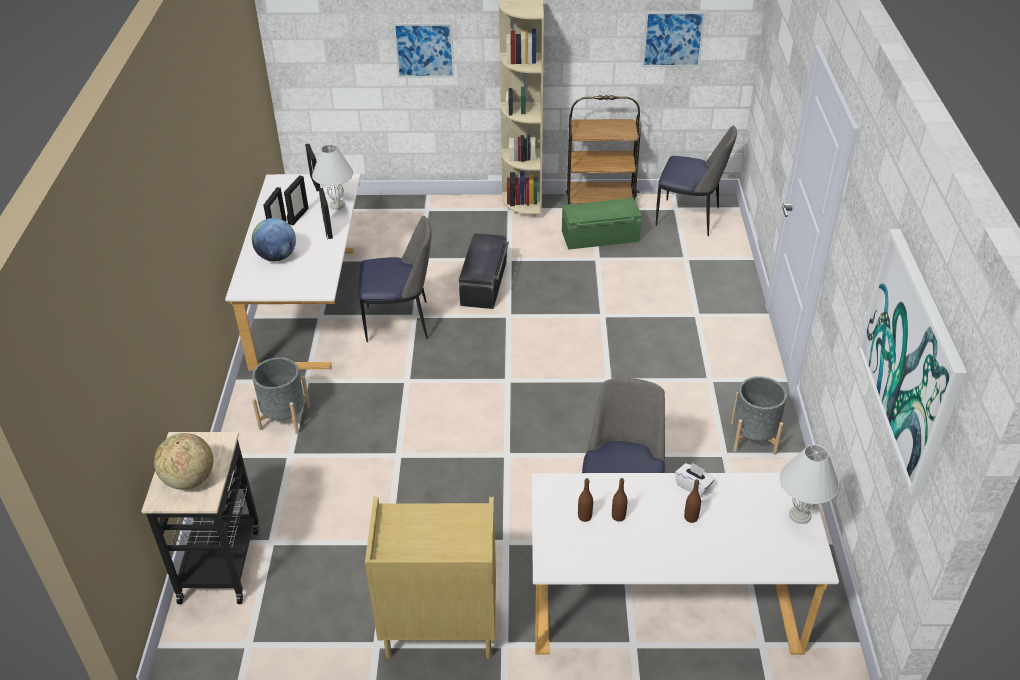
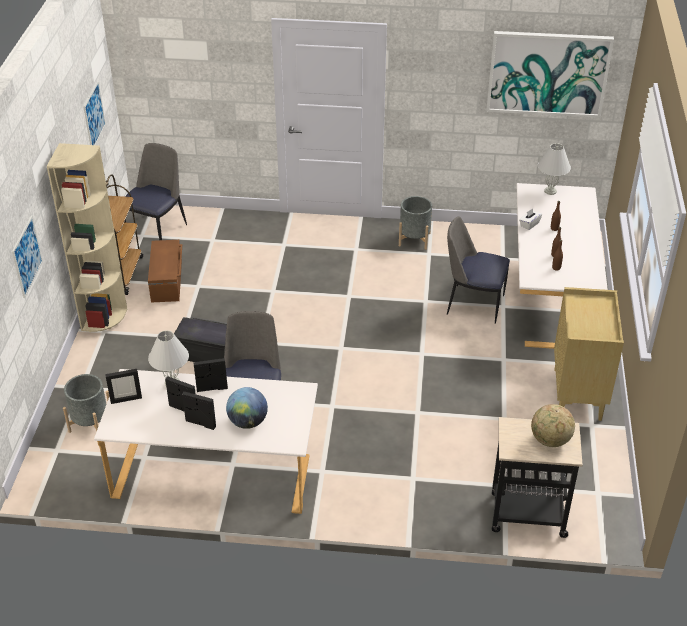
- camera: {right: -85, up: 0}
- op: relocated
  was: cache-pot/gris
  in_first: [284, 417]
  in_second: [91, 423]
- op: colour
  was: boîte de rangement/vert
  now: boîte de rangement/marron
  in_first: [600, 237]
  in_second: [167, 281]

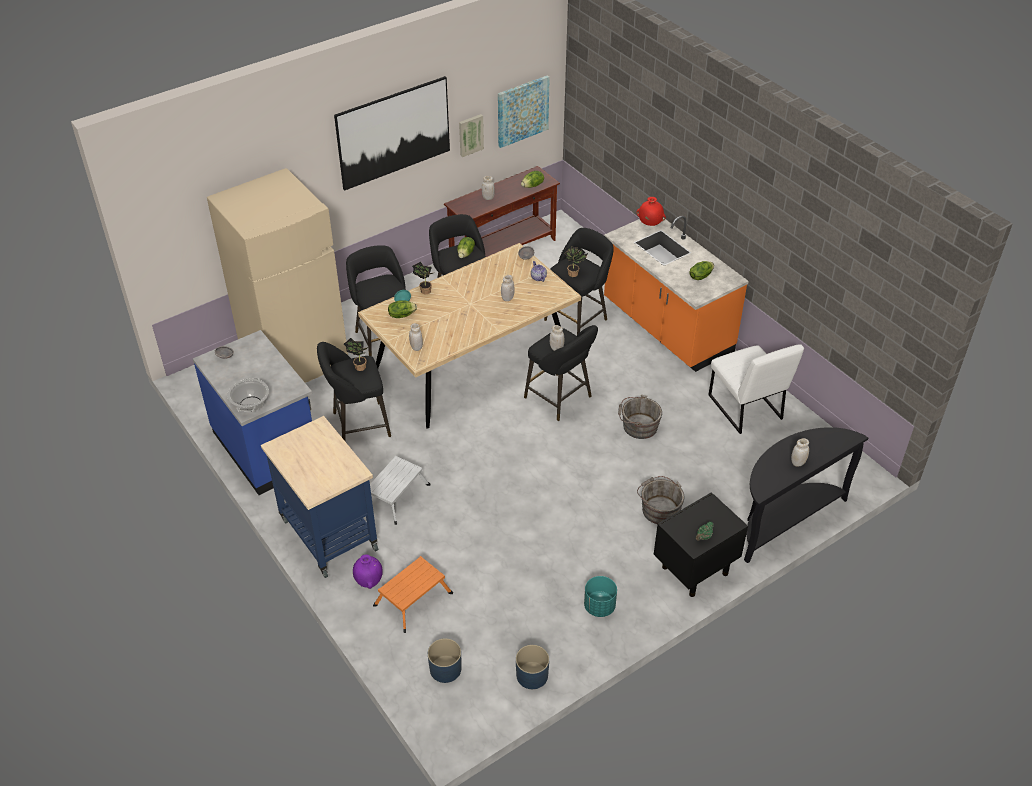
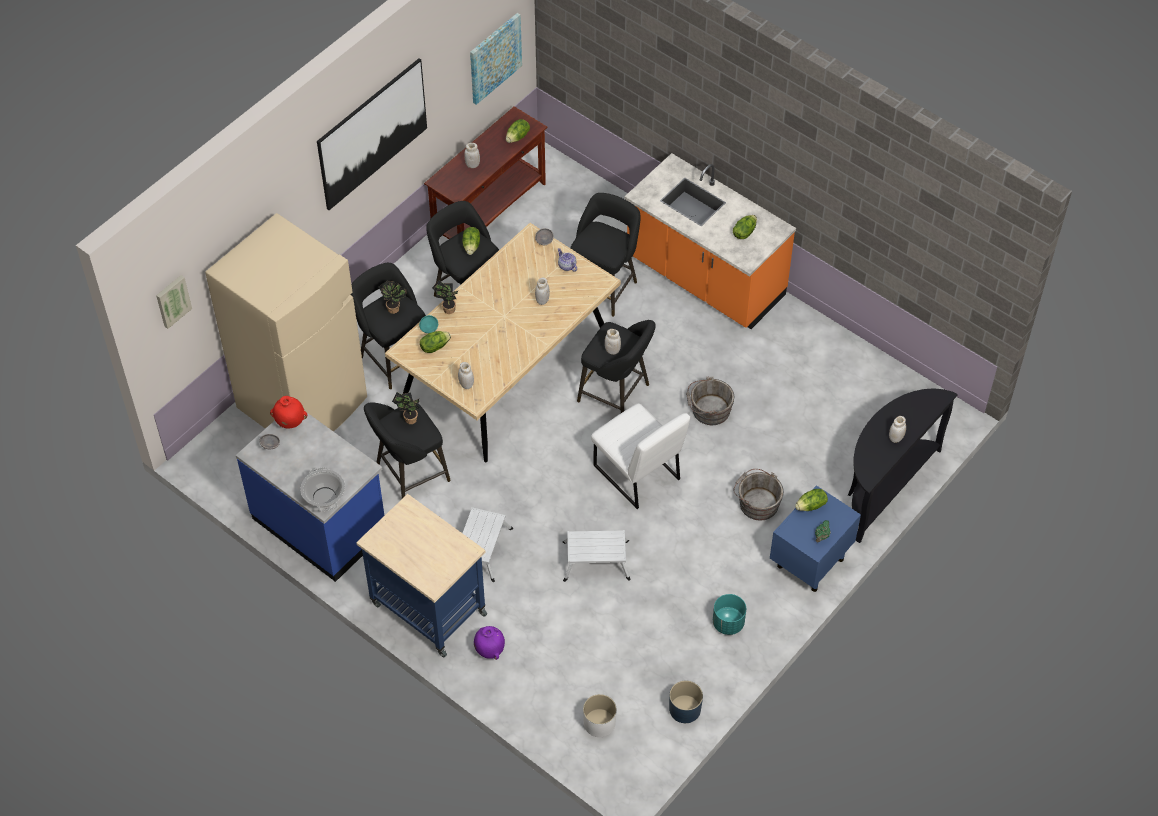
- camera: {right: -15, up: 10}
- op: missing
  was: escabeau/orange
  in_first: [412, 599]
- op: colour
  was: cache-pot/bleu
  now: cache-pot/blanc
  in_first: [445, 669]
  in_second: [599, 723]
- op: relocated
  was: tableau
  in_first: [470, 135]
  in_second: [172, 300]
- op: relocated
  was: plante en pot
  in_first: [574, 274]
  in_second: [395, 308]
- op: relocated
  was: vase/rouge
  in_first: [649, 224]
  in_second: [290, 422]
- op: colour
  was: table de chevet/noir
  now: table de chevet/bleu
  in_first: [694, 571]
  in_second: [809, 563]
- op: relocated
  was: chaise/blanc
  in_first: [746, 408]
  in_second: [638, 474]
- op: appeared
  now: escabeau/blanc
  in_second: [595, 560]
- op: appeared
  now: laitue
  in_second: [811, 506]

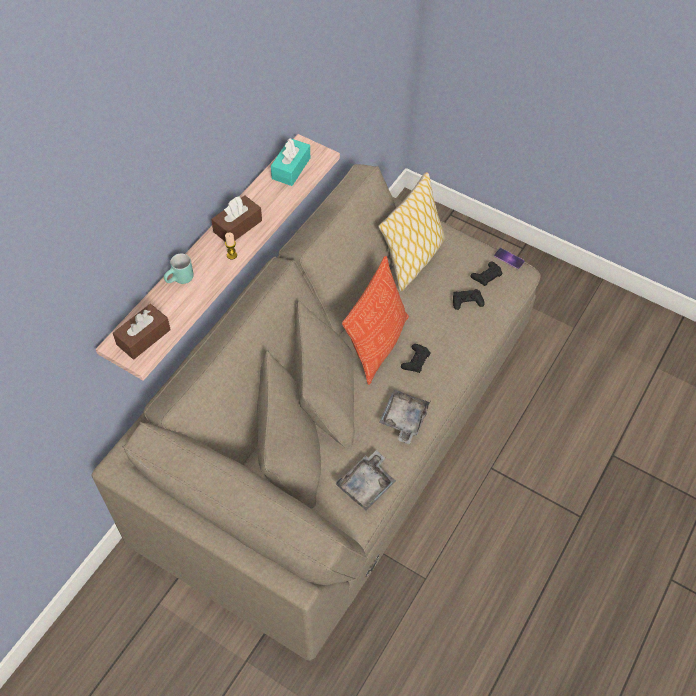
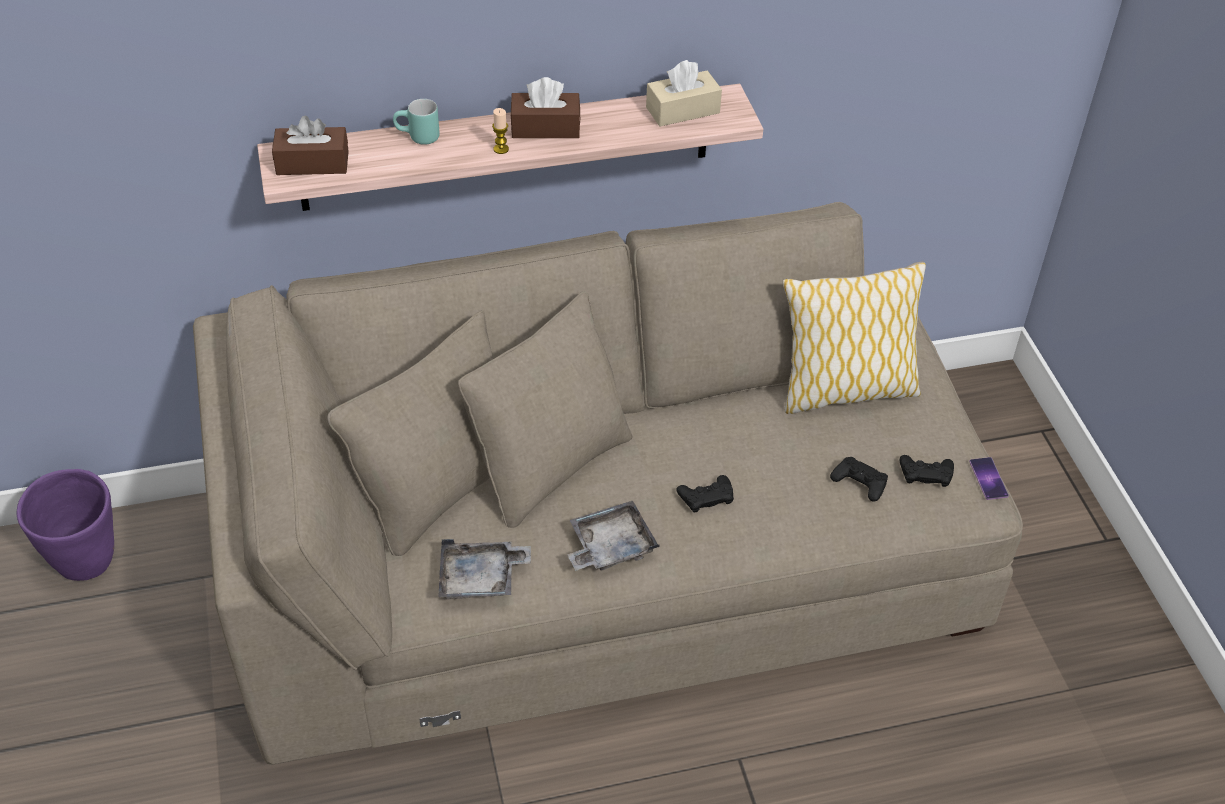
- camera: {right: 45, up: -10}
- op: colour
  was: boîte à mouchoirs/turquoise
  now: boîte à mouchoirs/beige
  in_first: [291, 168]
  in_second: [682, 110]
- op: missing
  was: coussin/orange
  in_first: [376, 345]
- op: appeared
  now: cache-pot/violet
  in_second: [85, 563]

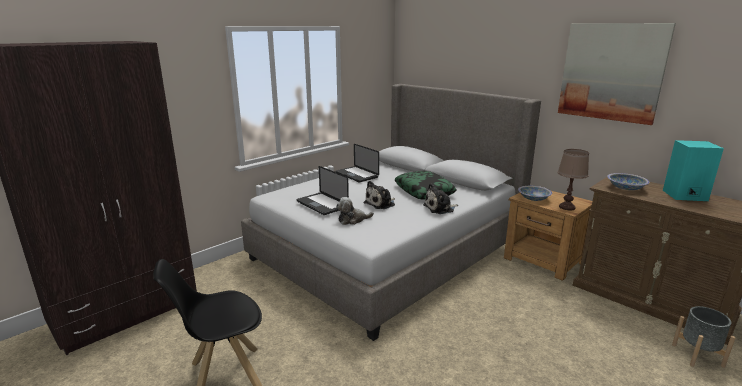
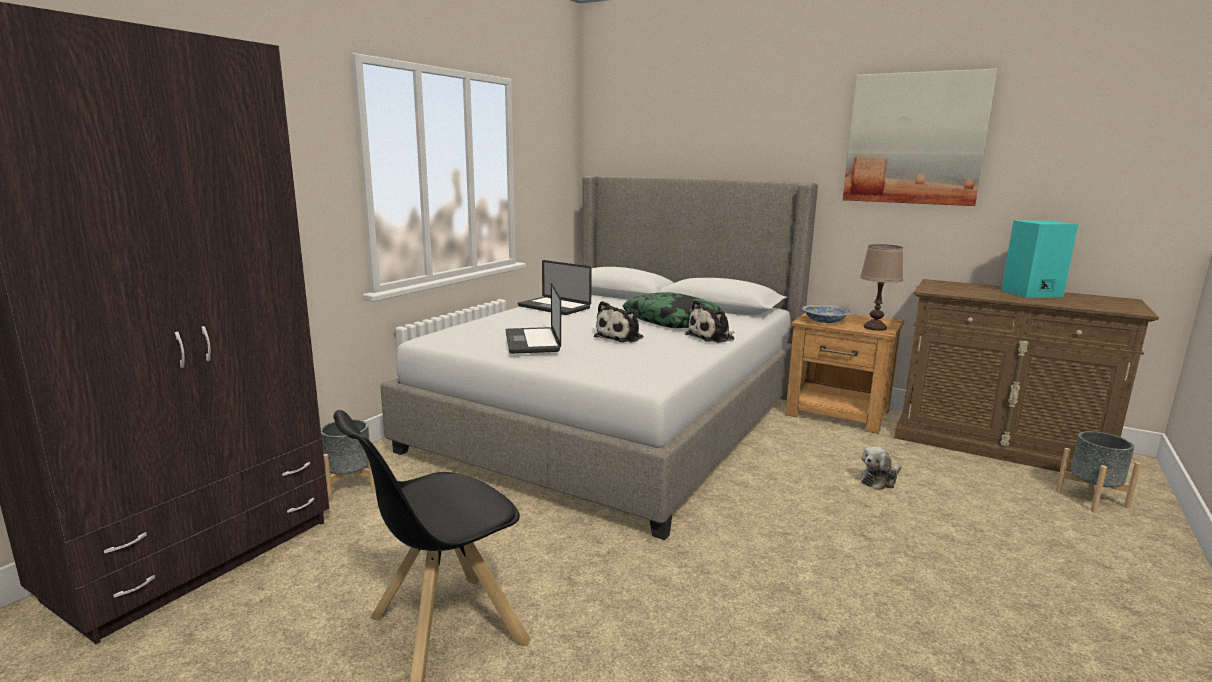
- camera: {right: -15, up: -5}
- op: spun
  was: ordinateur portable
  in_first: [322, 204]
  in_second: [532, 342]
  clockwise: 45
- op: relocated
  was: peluche
  in_first: [352, 220]
  in_second: [879, 480]
- op: missing
  was: bol
  in_first: [625, 188]
- op: appeared
  now: cache-pot/gris
  in_second: [350, 486]

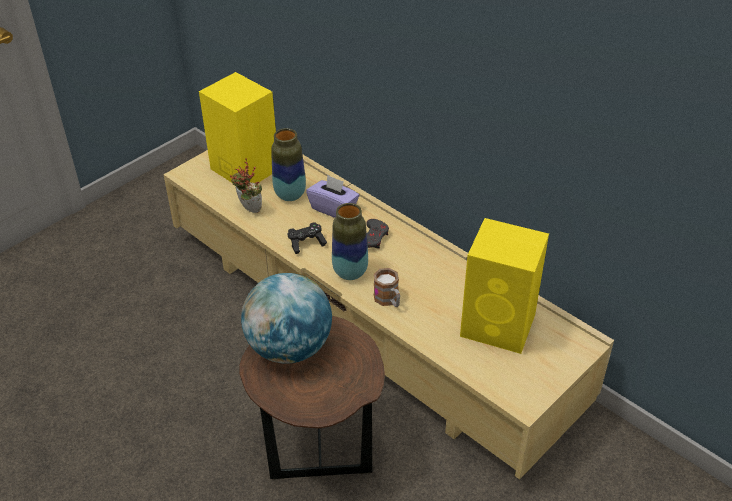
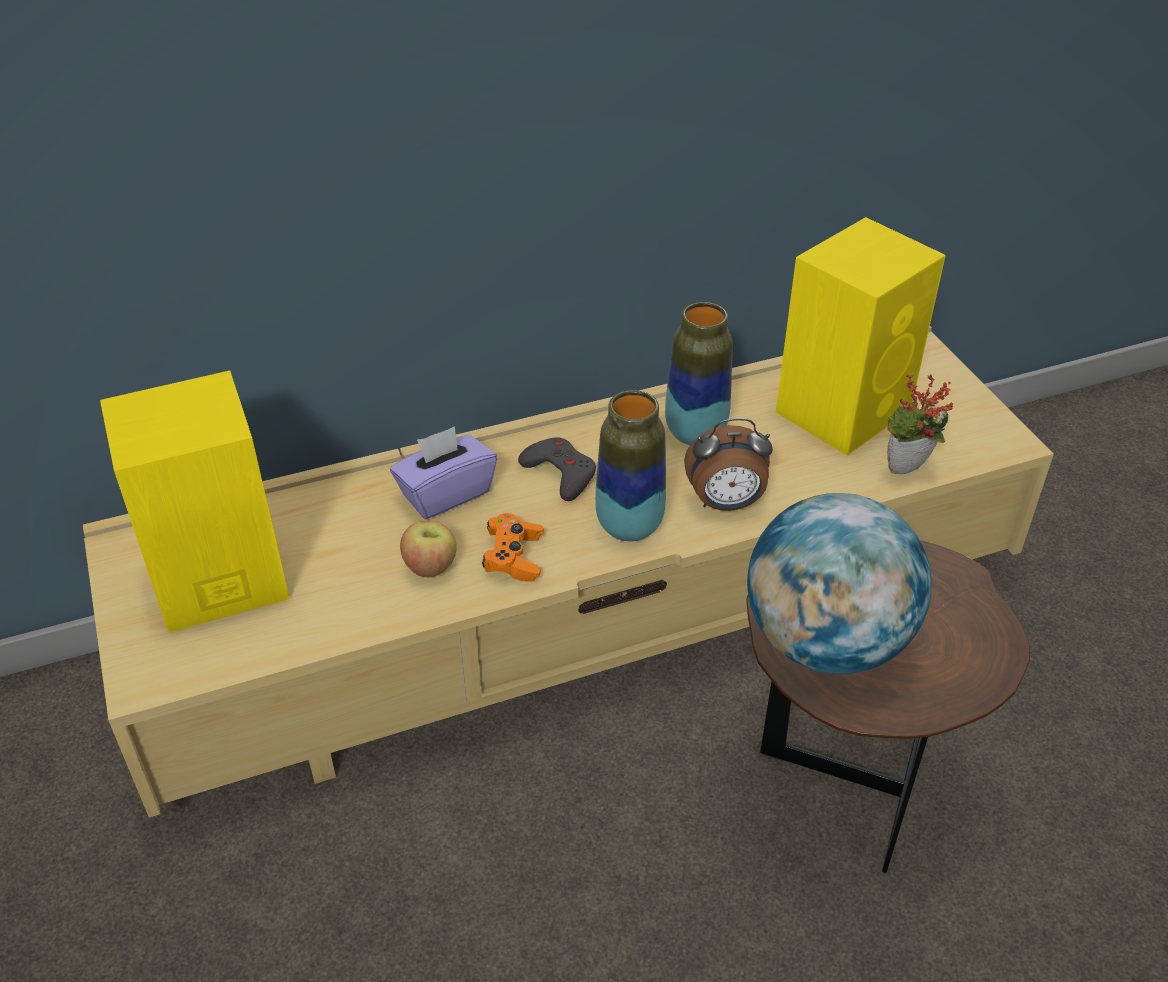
- camera: {right: -65, up: 0}
- op: relocated
  was: plante en pot
  in_first: [248, 209]
  in_second: [907, 471]
- op: relocated
  was: vase
  in_first: [290, 195]
  in_second: [695, 433]
- op: colour
  was: manette/noir
  now: manette/orange
  in_first: [306, 243]
  in_second: [514, 557]
- op: exchanged
  was: mug
  now: réveil
  in_first: [388, 300]
  in_second: [726, 503]
- op: appeared
  now: pomme
  in_second: [430, 566]

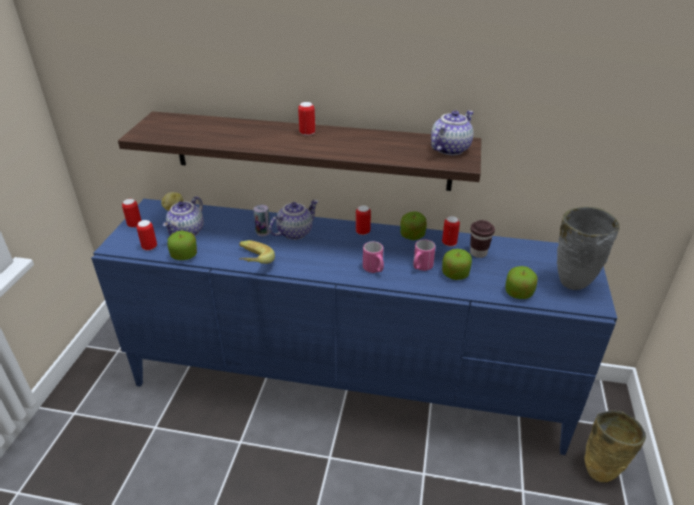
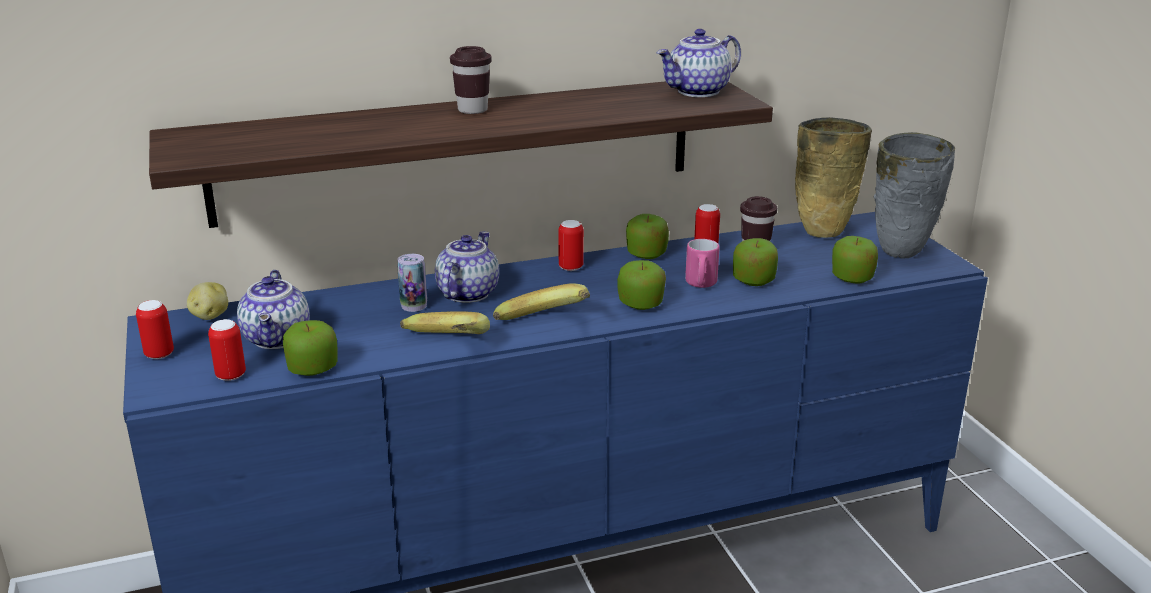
- camera: {right: -30, up: -10}
- op: exchanged
  was: boîte métallique
  now: tasse/marron
  in_first: [307, 133]
  in_second: [472, 110]
- op: exchanged
  was: mug/rose
  now: pomme
  in_first: [374, 270]
  in_second: [641, 304]
- op: spun
  was: théière
  in_first: [449, 149]
  in_second: [698, 92]
  clockwise: -135
- op: relocated
  was: vase/beige
  in_first: [601, 471]
  in_second: [824, 231]
- op: appeared
  now: banane
  in_second: [547, 325]

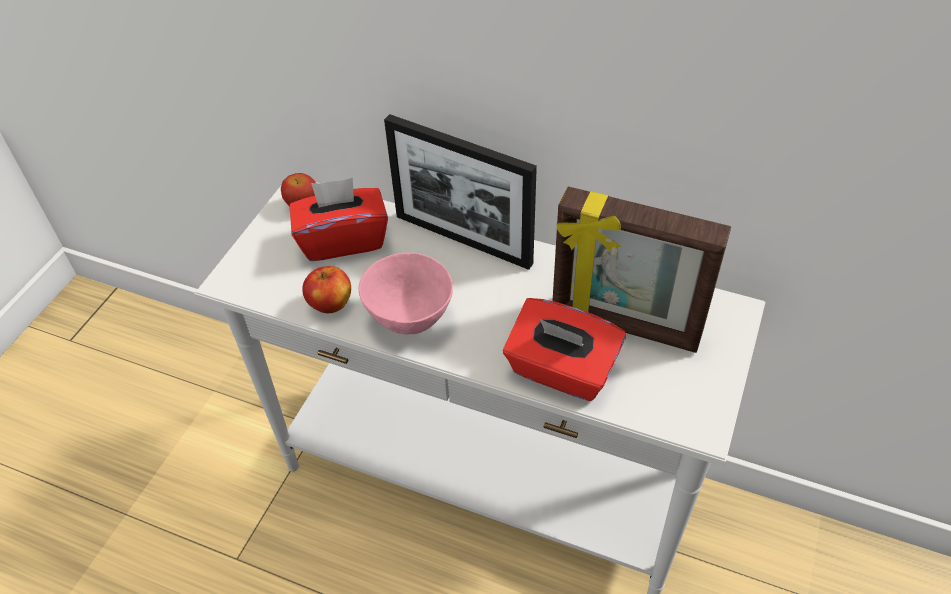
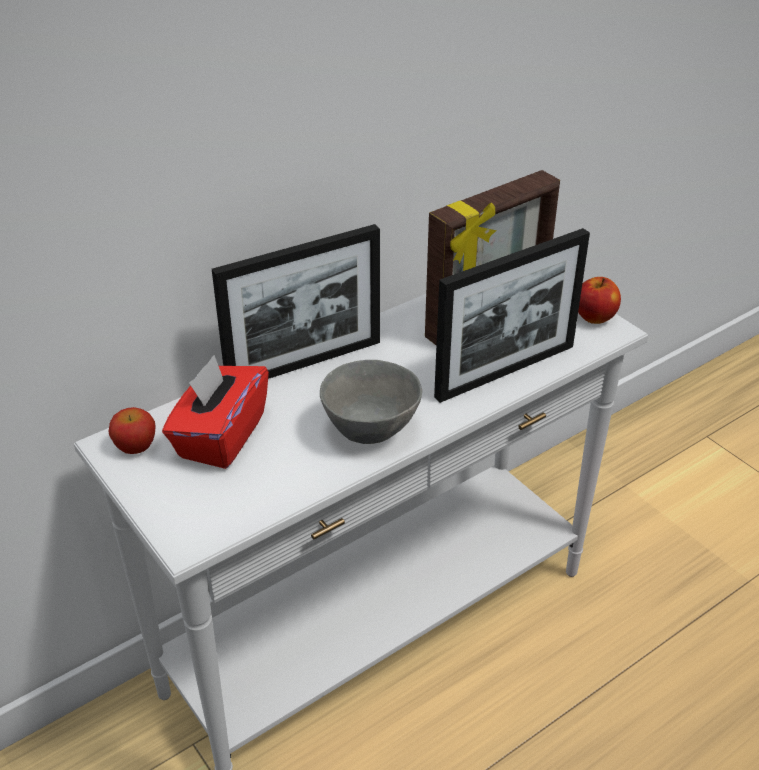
- camera: {right: -60, up: -10}
- op: relocated
  was: pomme
  in_first: [331, 304]
  in_second: [594, 317]
- op: colour
  was: bol/rose
  now: bol/gris
  in_first: [411, 319]
  in_second: [371, 431]
- op: exchanged
  was: boîte à mouchoirs/rouge
  now: cadre photo
  in_first: [561, 371]
  in_second: [505, 371]

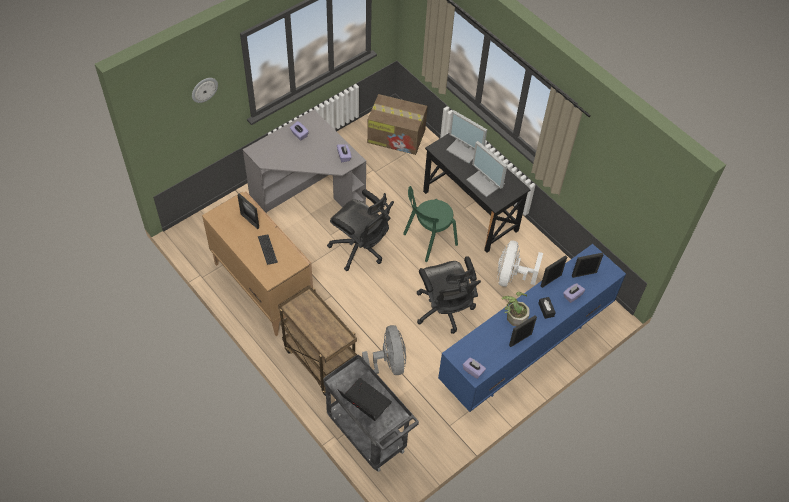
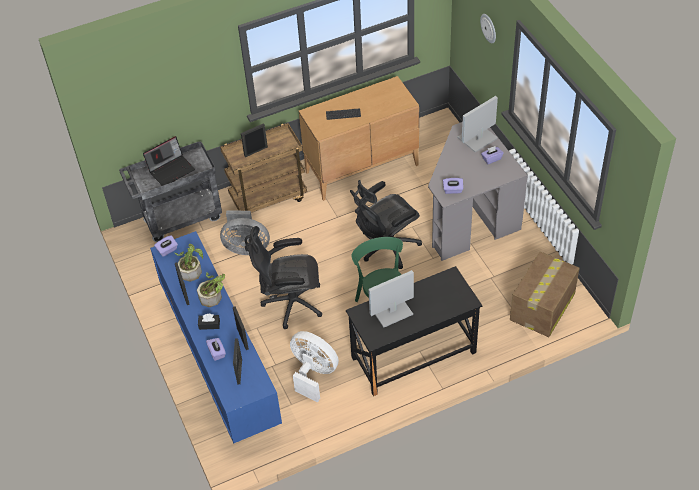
- camera: {right: 110, up: -5}
- op: relocated
  was: cadre photo
  in_first: [250, 221]
  in_second: [256, 151]
- op: relocated
  was: écran d'ordinateur
  in_first: [465, 149]
  in_second: [477, 139]
- op: appeared
  now: plante en pot
  in_second: [191, 270]

